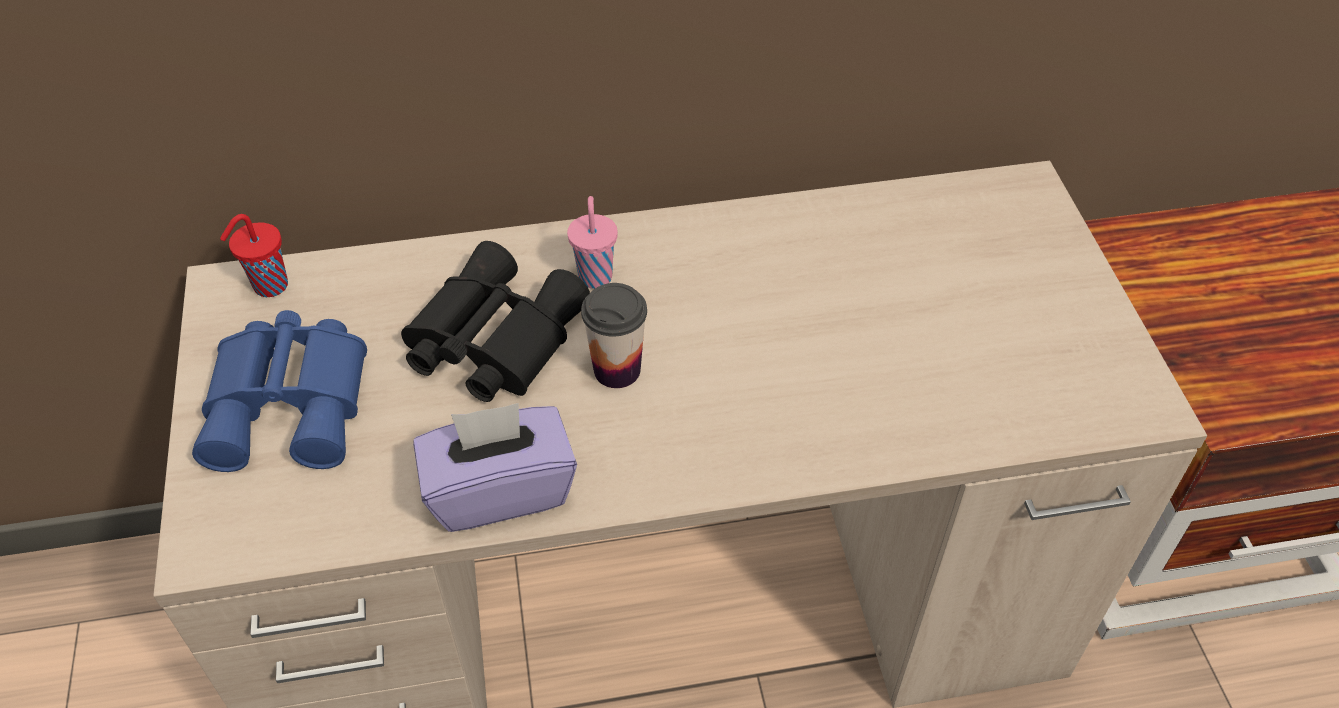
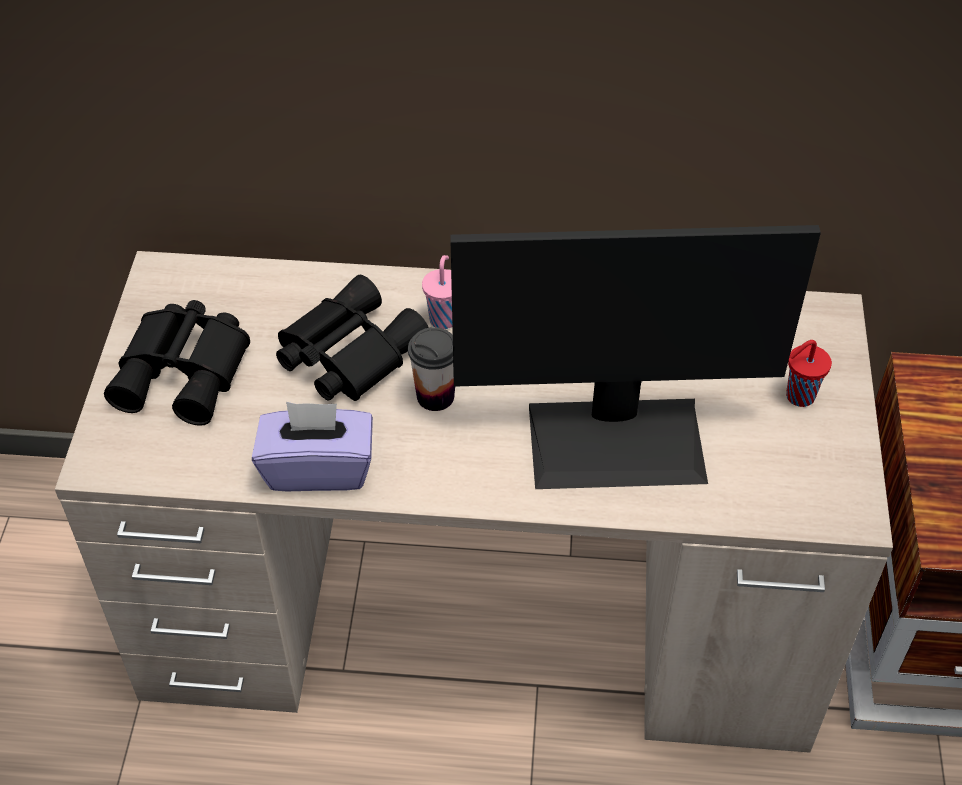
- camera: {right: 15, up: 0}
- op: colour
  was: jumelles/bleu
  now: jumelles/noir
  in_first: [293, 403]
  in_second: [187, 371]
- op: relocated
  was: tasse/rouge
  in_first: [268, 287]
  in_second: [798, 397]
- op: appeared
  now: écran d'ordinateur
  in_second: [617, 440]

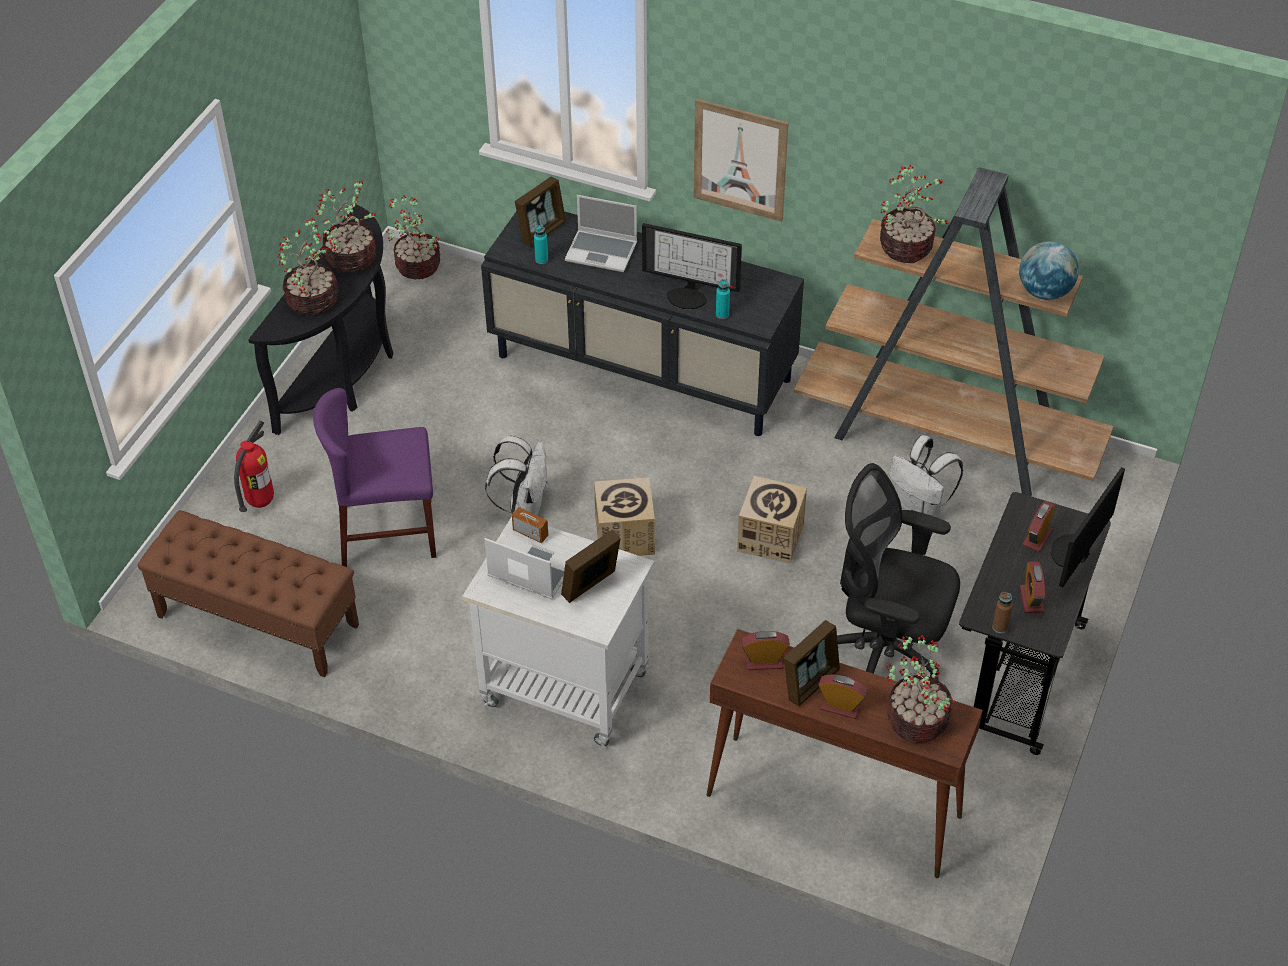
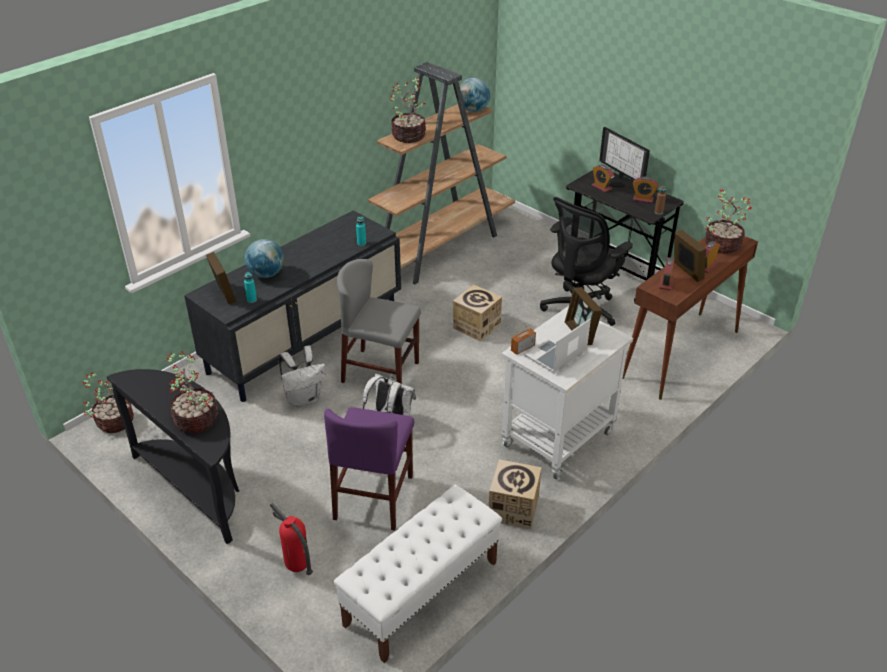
- camera: {right: -70, up: -10}
- op: colour
  was: banc/marron
  now: banc/blanc
  in_first: [257, 620]
  in_second: [421, 594]
- op: missing
  was: plante en pot
  in_first: [352, 257]
- op: exchanged
  was: ordinateur portable
  now: globe
  in_first: [602, 252]
  in_second: [266, 274]
- op: relocated
  was: carton
  in_first: [624, 535]
  in_second: [513, 508]
- op: missing
  was: écran d'ordinateur
  in_first: [688, 295]
- op: missing
  was: tableau
  in_first: [740, 160]
- op: relocated
  was: sac à dos/blanc
  in_first: [920, 507]
  in_second: [304, 398]
- op: appeared
  now: chaise/gris
  in_second: [380, 372]

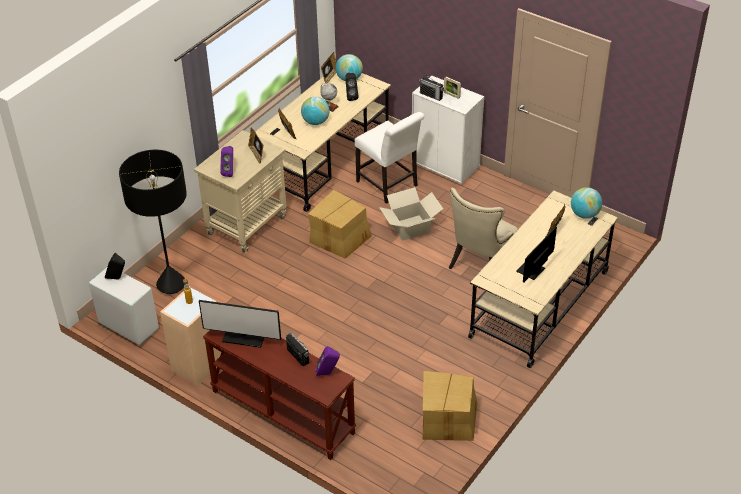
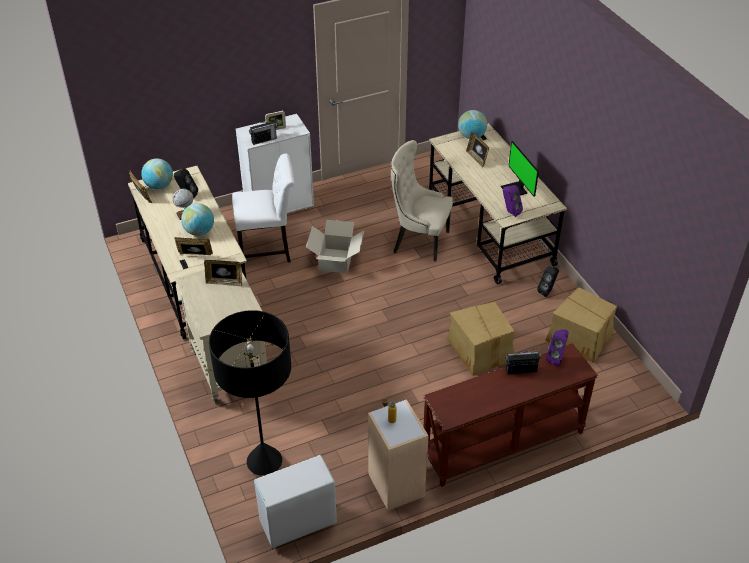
- camera: {right: -60, up: 0}
- op: relocated
  was: enceinte/noir
  in_first: [117, 278]
  in_second: [547, 291]
- op: missing
  was: écran d'ordinateur
  in_first: [244, 338]
- op: relocated
  was: enceinte/violet
  in_first: [229, 172]
  in_second: [510, 212]
- op: relocated
  was: carton
  in_first: [340, 237]
  in_second: [481, 350]
- op: spun
  was: chaise/beige
  in_first: [480, 266]
  in_second: [419, 241]
  clockwise: 135

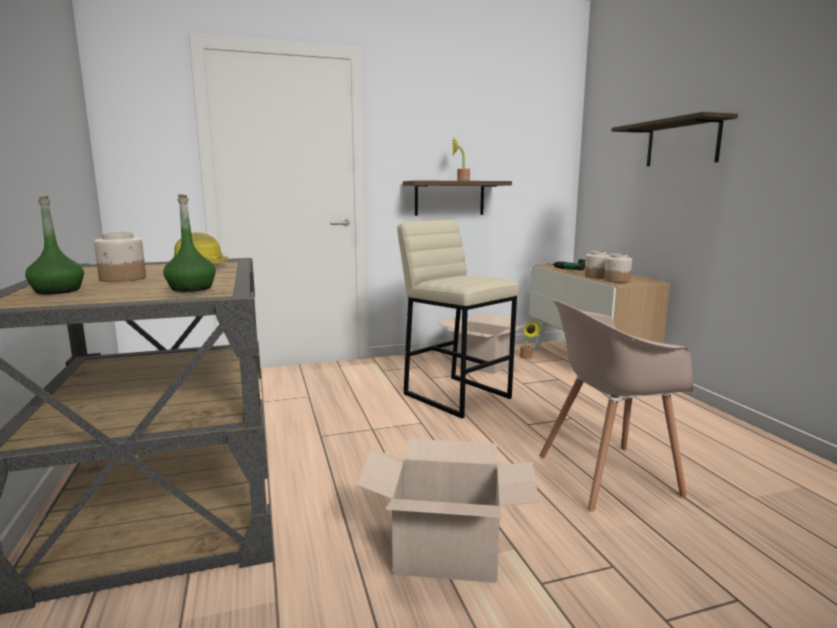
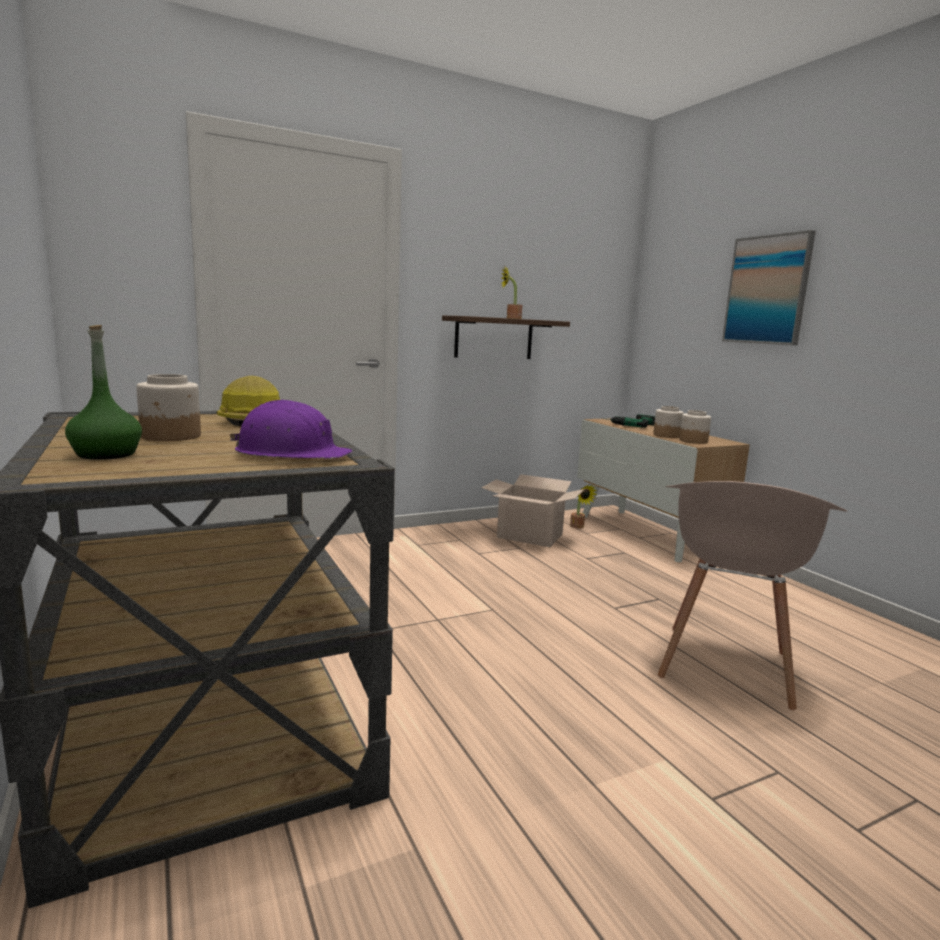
- camera: {right: -10, up: 0}
- op: exchanged
  was: bouteille/vert
  now: casque de chantier/violet
  in_first: [191, 288]
  in_second: [291, 453]
- op: missing
  was: carton
  in_first: [446, 552]
- op: missing
  was: tabouret/beige
  in_first: [455, 395]
- op: spun
  was: chaise/beige
  in_first: [606, 476]
  in_second: [725, 666]
  clockwise: -45
- op: exchanged
  was: étagère
  now: tableau
  in_first: [682, 143]
  in_second: [767, 290]

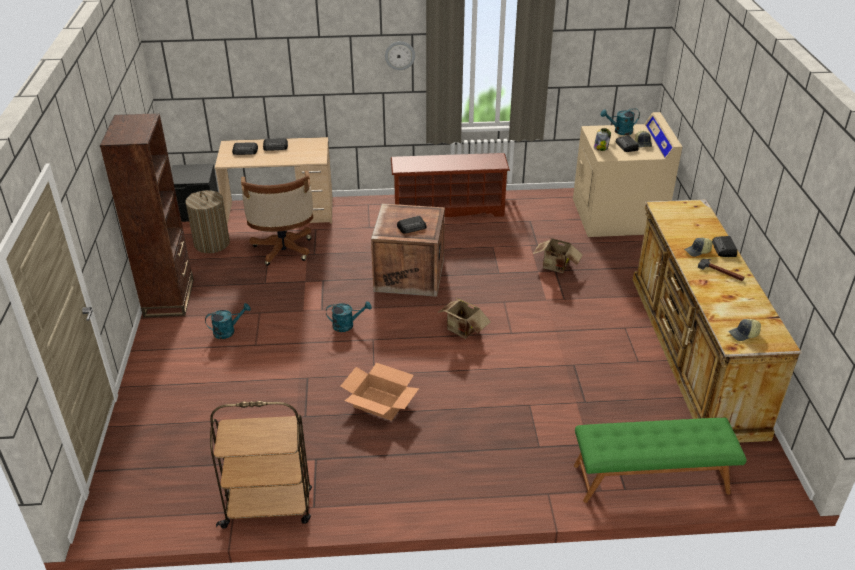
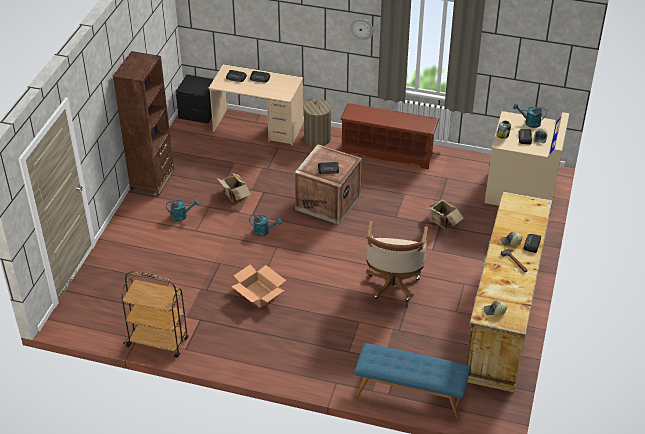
- camera: {right: 20, up: 5}
- op: relocated
  was: panier à linge
  in_first: [212, 243]
  in_second: [317, 139]
- op: relocated
  was: chaise de bureau
  in_first: [284, 251]
  in_second: [393, 286]
- op: relocated
  was: carton
  in_first: [462, 331]
  in_second: [234, 196]
- op: colour
  was: banc/vert
  now: banc/bleu
  in_first: [651, 479]
  in_second: [410, 393]

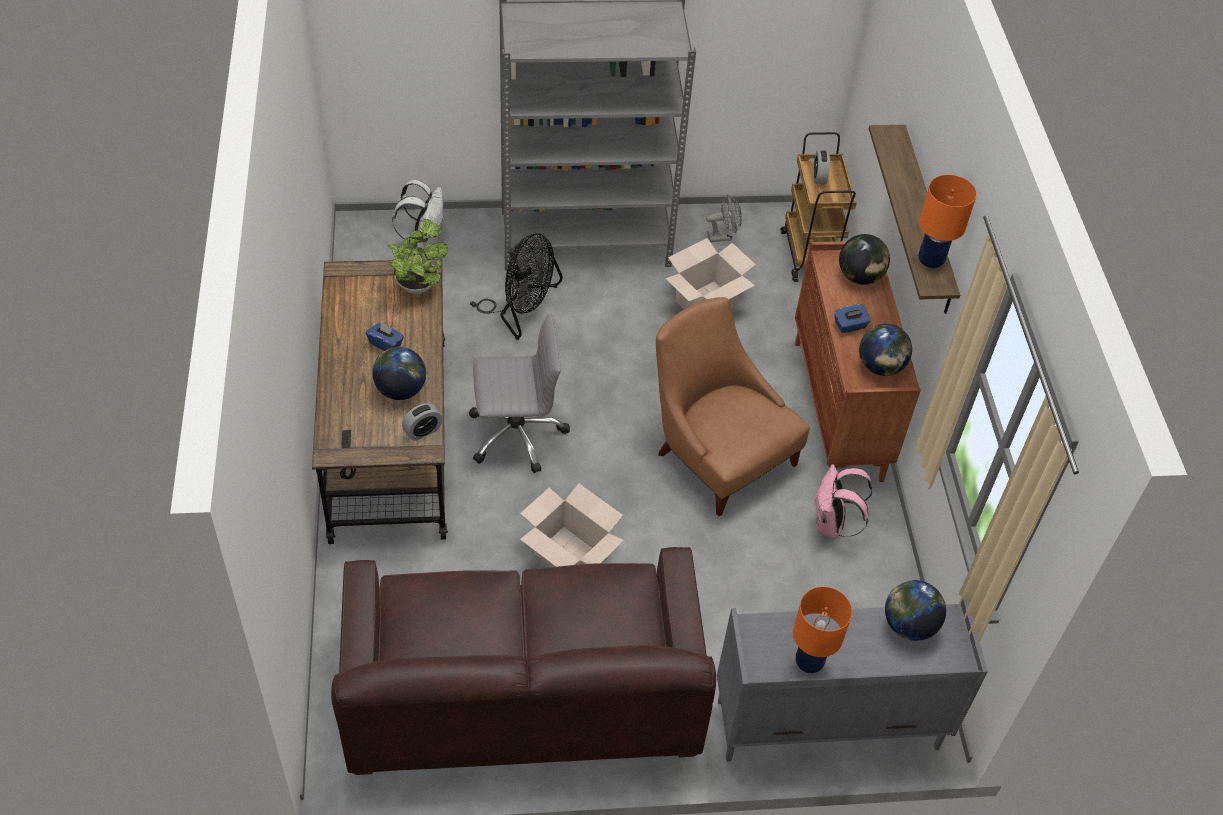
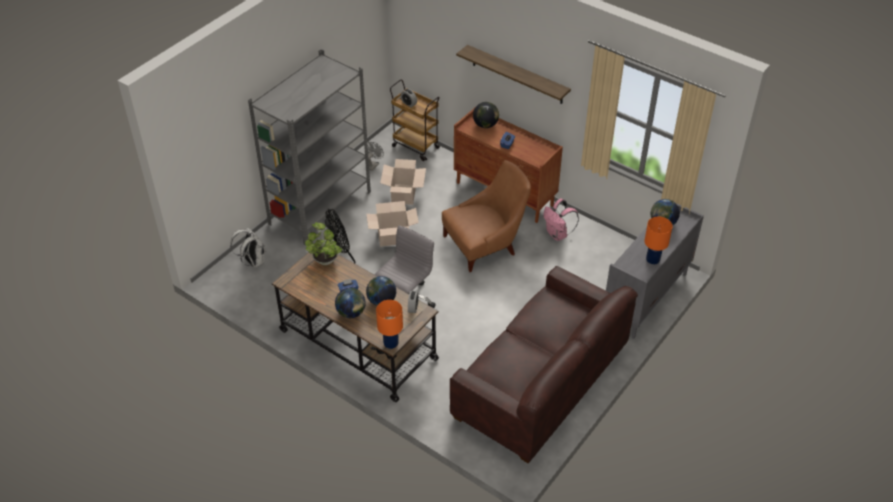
- camera: {right: -45, up: -5}
- op: relocated
  was: carton
  in_first: [571, 556]
  in_second: [393, 236]
- op: spun
  was: fauteuil/marron
  in_first: [717, 451]
  in_second: [485, 243]
  clockwise: 150
- op: relocated
  was: globe
  in_first: [880, 367]
  in_second: [351, 313]
- op: relocated
  was: lampe de table/orange
  in_first: [931, 261]
  in_second: [391, 344]

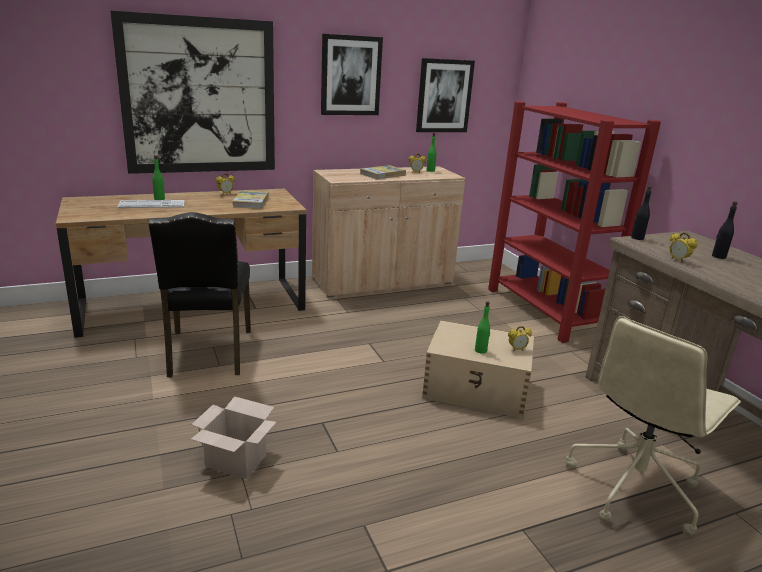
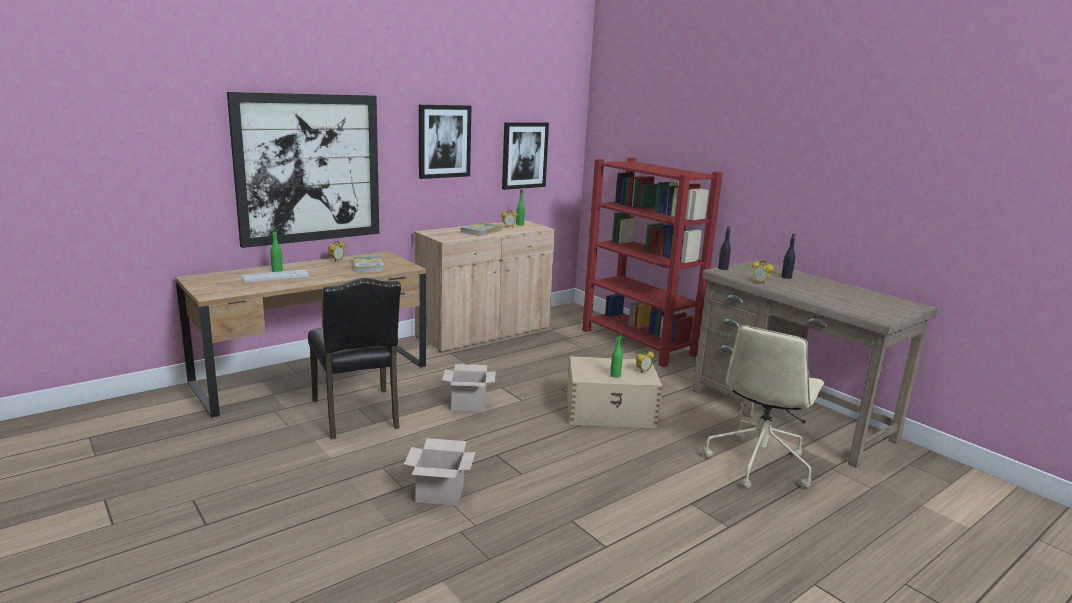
- camera: {right: -15, up: -5}
- op: appeared
  now: carton
  in_second: [469, 404]

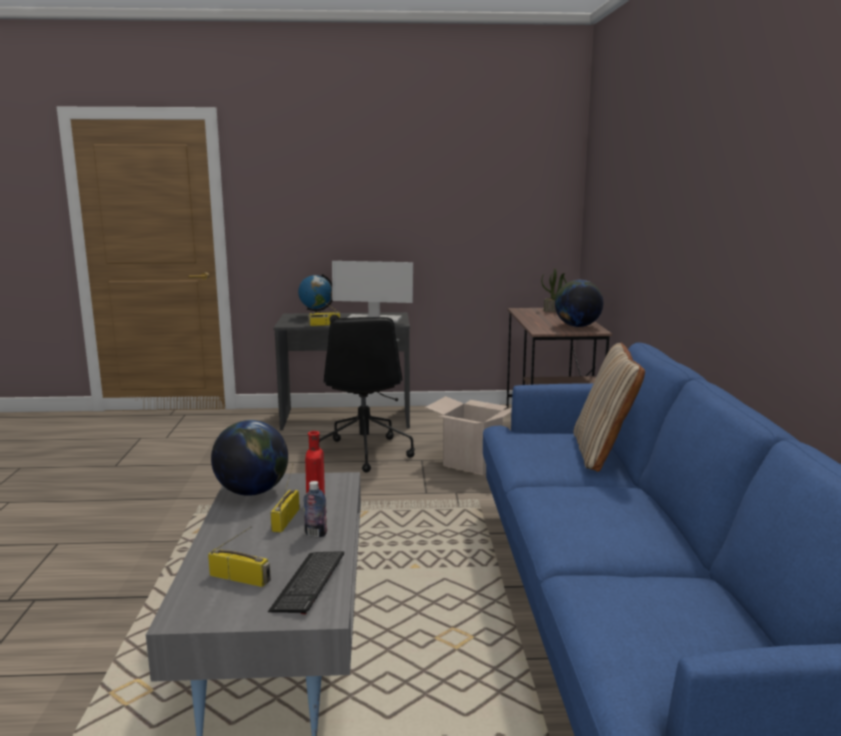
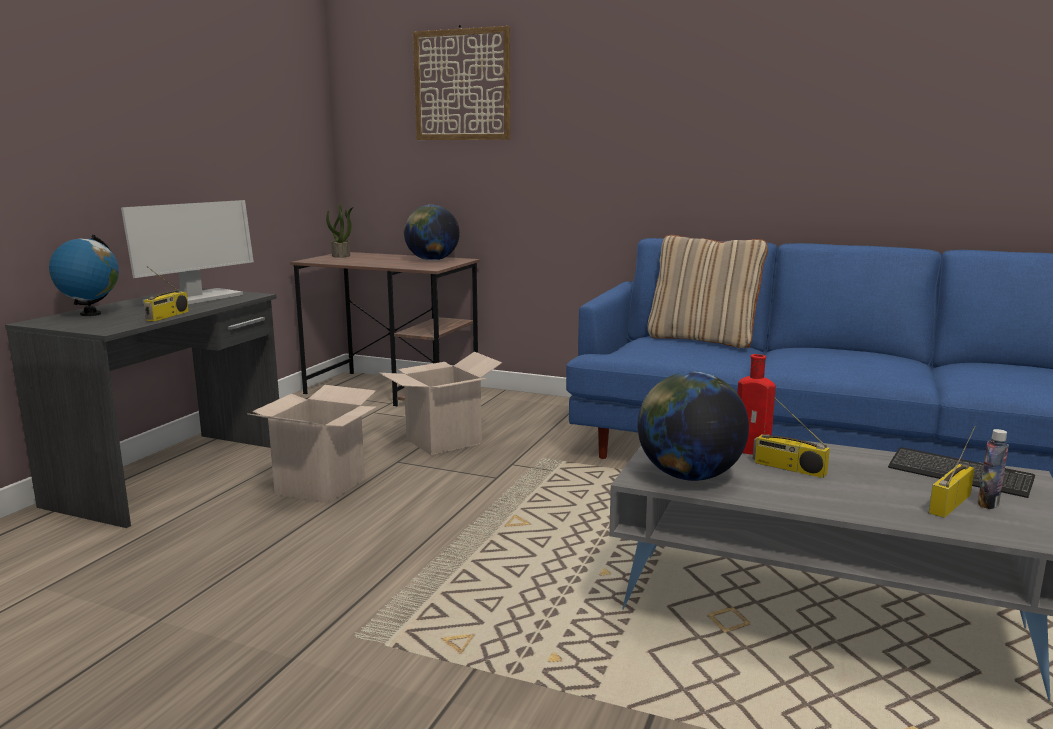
- camera: {right: -65, up: 0}
- op: relocated
  was: bouteille
  in_first: [316, 534]
  in_second: [988, 504]
- op: exchanged
  was: chaise de bureau/noir
  now: carton
  in_first: [364, 452]
  in_second: [321, 486]
- op: appeared
  now: tableau
  in_second: [462, 83]

